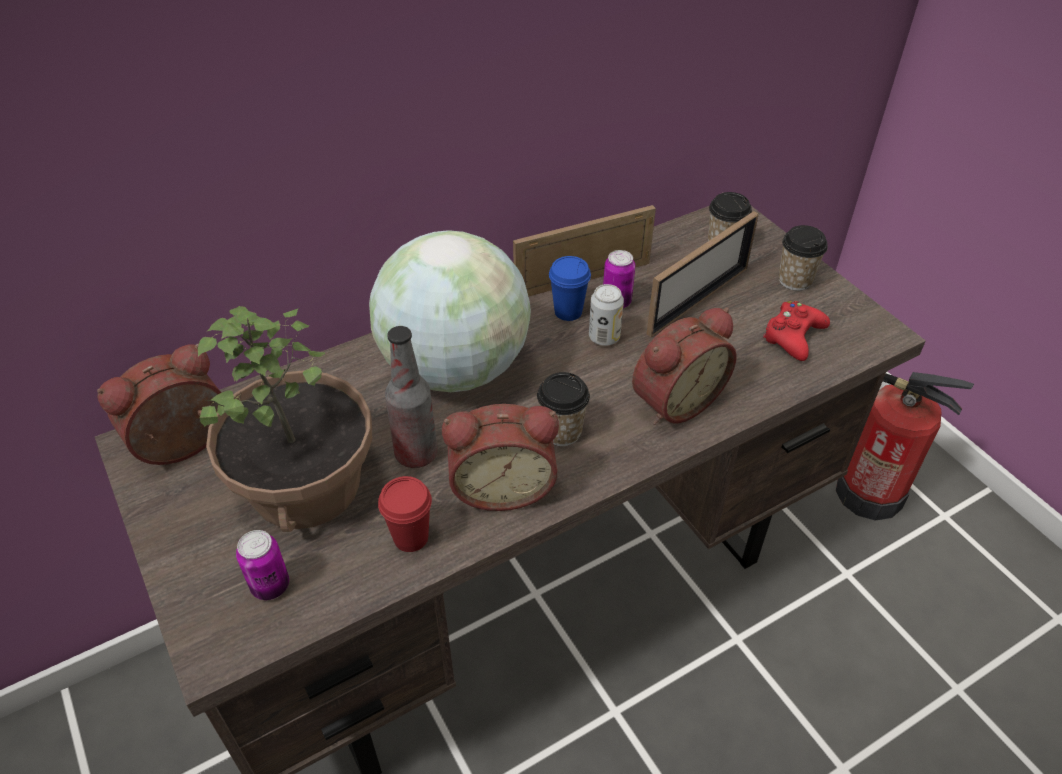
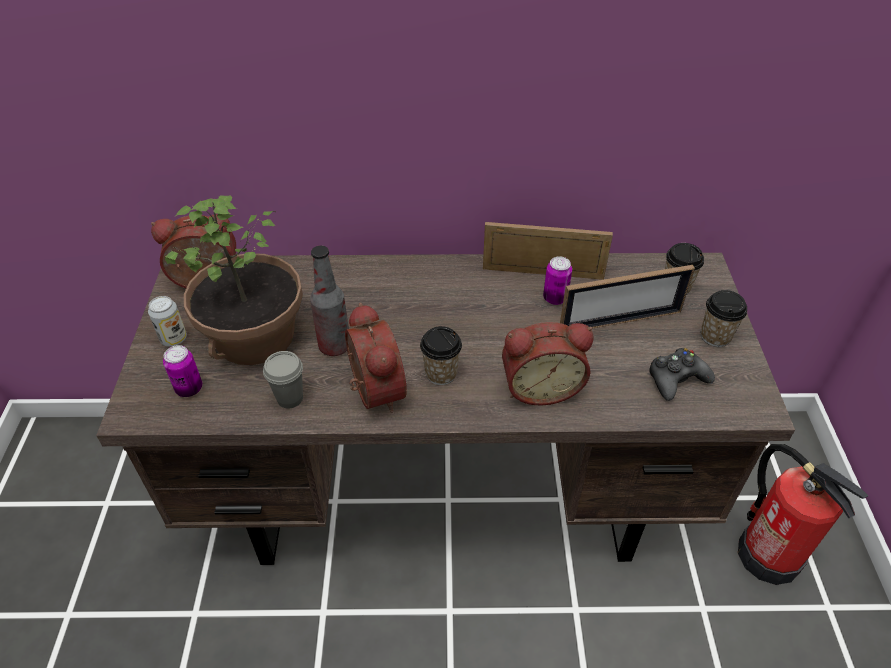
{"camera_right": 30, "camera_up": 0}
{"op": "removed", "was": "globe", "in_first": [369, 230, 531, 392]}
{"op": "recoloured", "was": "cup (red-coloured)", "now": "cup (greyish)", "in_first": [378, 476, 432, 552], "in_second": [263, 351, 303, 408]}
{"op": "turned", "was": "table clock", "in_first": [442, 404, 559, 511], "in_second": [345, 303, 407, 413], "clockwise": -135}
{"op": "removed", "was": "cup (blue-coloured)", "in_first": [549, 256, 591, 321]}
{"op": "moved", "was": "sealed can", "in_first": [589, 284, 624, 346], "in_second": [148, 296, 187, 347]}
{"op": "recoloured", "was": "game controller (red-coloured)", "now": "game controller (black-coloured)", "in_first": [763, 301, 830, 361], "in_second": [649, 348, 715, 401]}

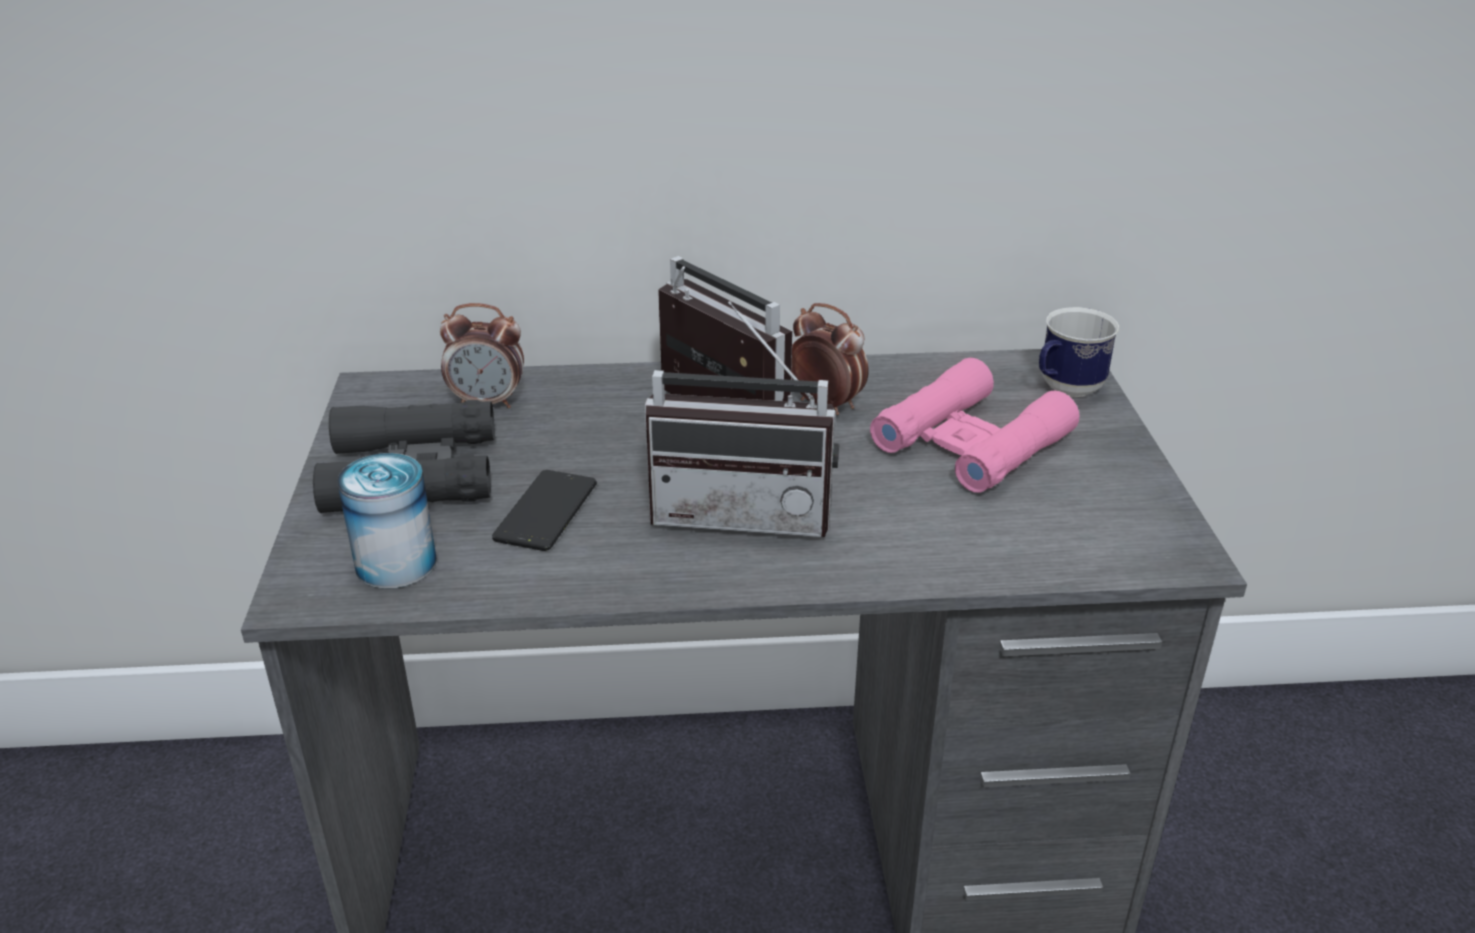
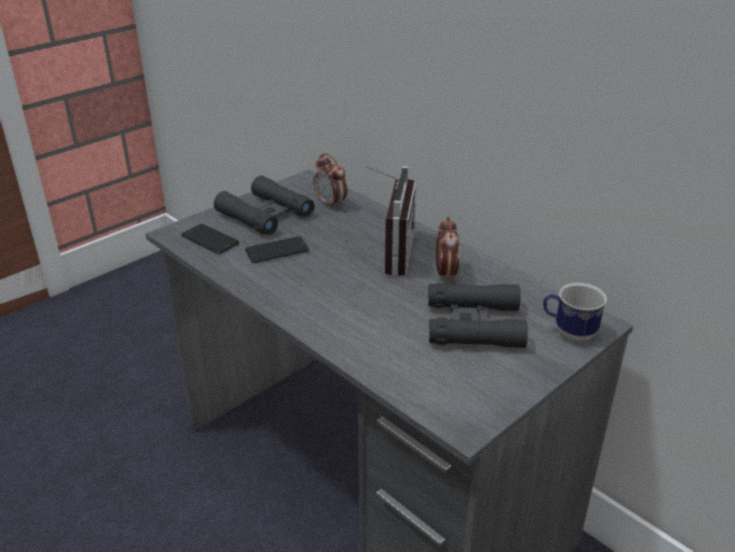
{"camera_right": 50, "camera_up": 0}
{"op": "replaced", "was": "sealed can", "now": "telephone", "in_first": [337, 453, 437, 589], "in_second": [181, 224, 239, 254]}
{"op": "removed", "was": "radio receiver", "in_first": [645, 301, 839, 537]}
{"op": "recoloured", "was": "binoculars (pinkish)", "now": "binoculars (black-coloured)", "in_first": [870, 358, 1079, 493], "in_second": [428, 283, 528, 348]}

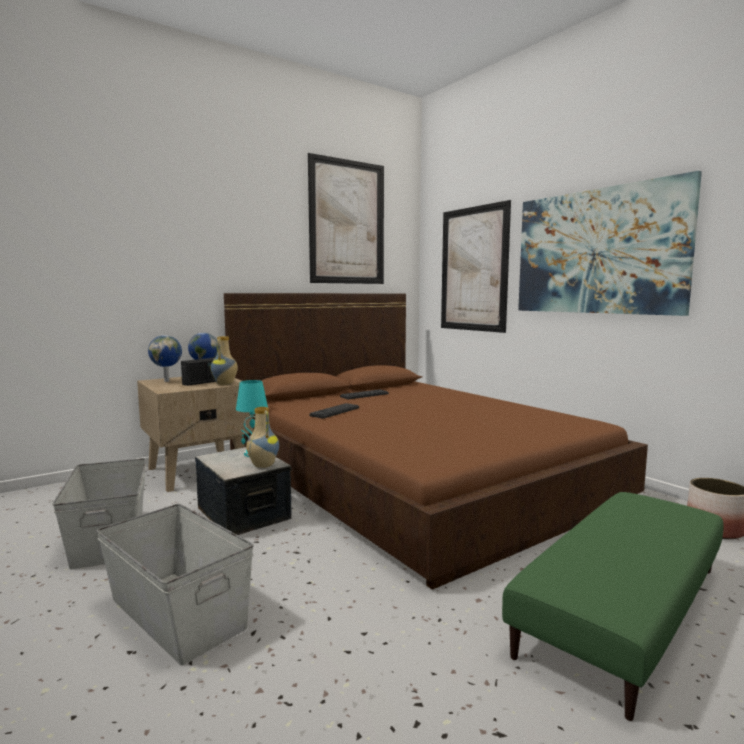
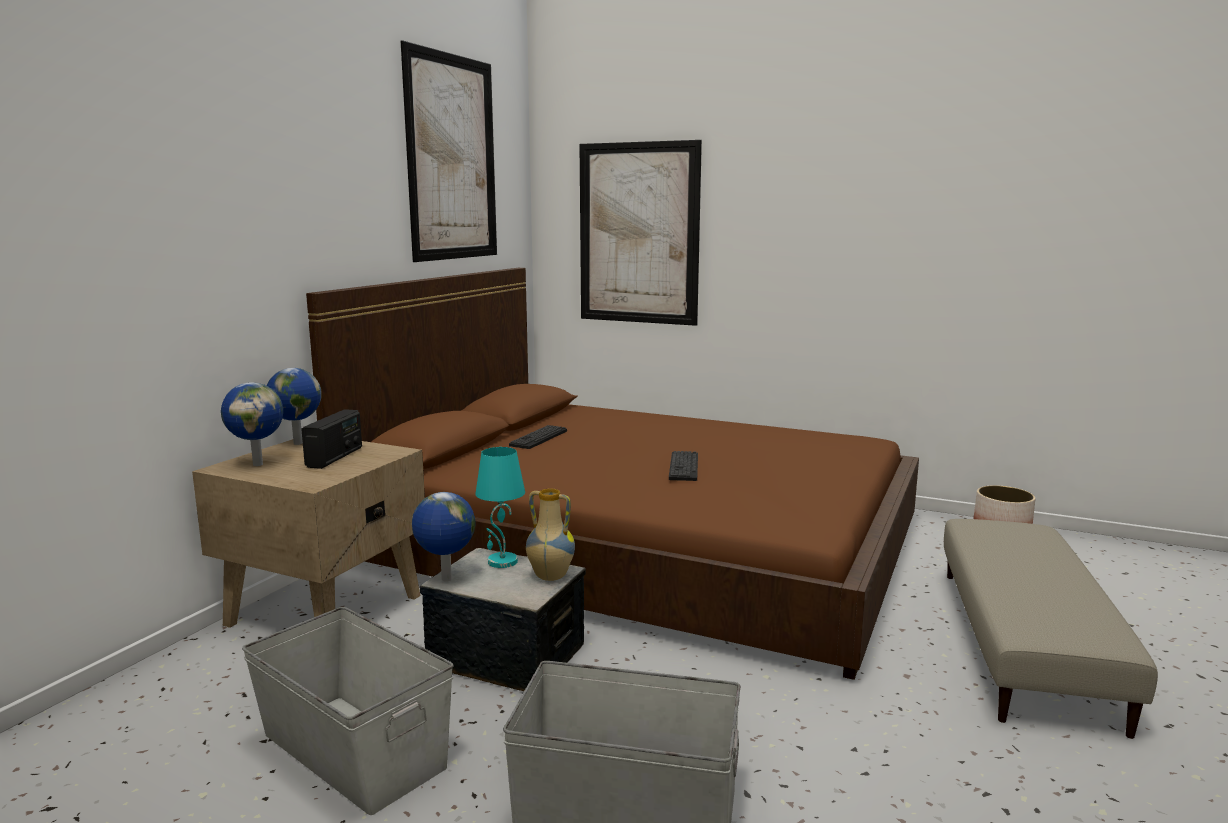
{"camera_right": -30, "camera_up": 5}
{"op": "removed", "was": "flower vase", "in_first": [211, 336, 238, 385]}
{"op": "moved", "was": "computer keyboard", "in_first": [309, 403, 359, 419], "in_second": [669, 451, 698, 481]}
{"op": "recoloured", "was": "footrest (greenish)", "now": "footrest (beige)", "in_first": [502, 492, 724, 721], "in_second": [944, 519, 1158, 739]}
{"op": "removed", "was": "picture", "in_first": [518, 171, 702, 316]}
{"op": "added", "now": "globe", "in_second": [412, 492, 475, 582]}

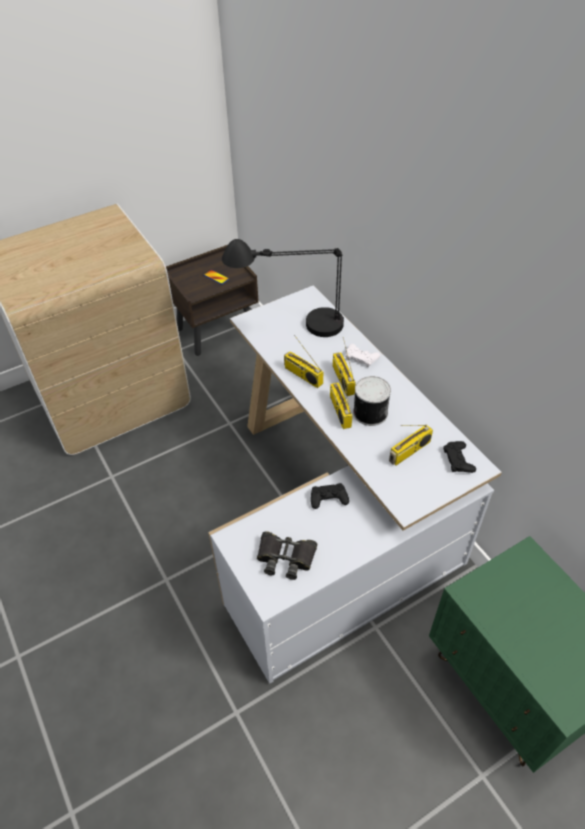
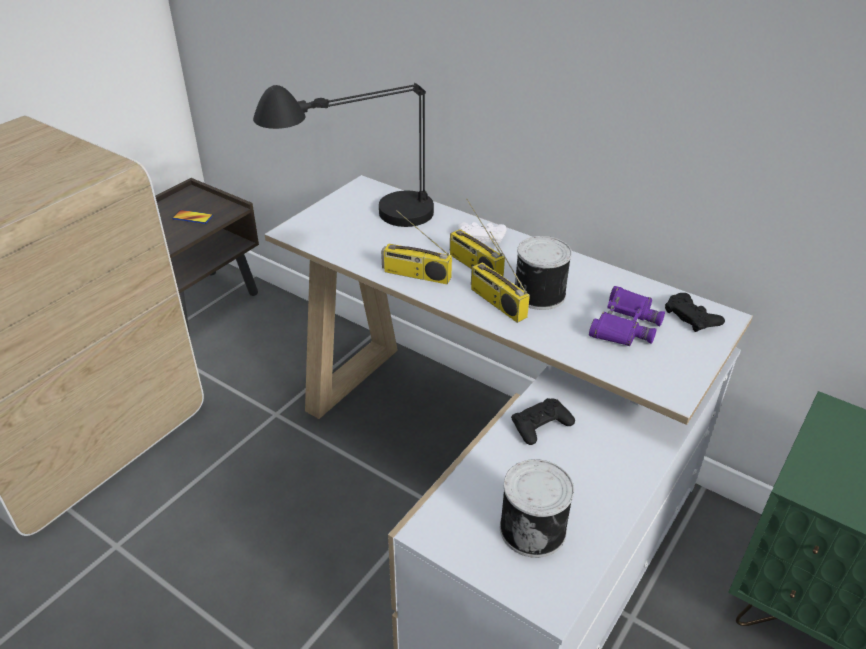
{"camera_right": -25, "camera_up": -10}
{"op": "replaced", "was": "binoculars (black-coloured)", "now": "sealed can", "in_first": [257, 531, 317, 580], "in_second": [500, 459, 574, 558]}
{"op": "replaced", "was": "radio receiver", "now": "binoculars (purplish)", "in_first": [389, 425, 433, 465], "in_second": [589, 286, 665, 346]}

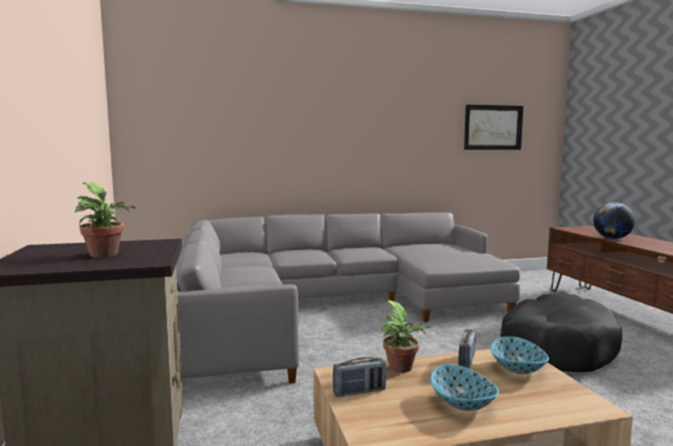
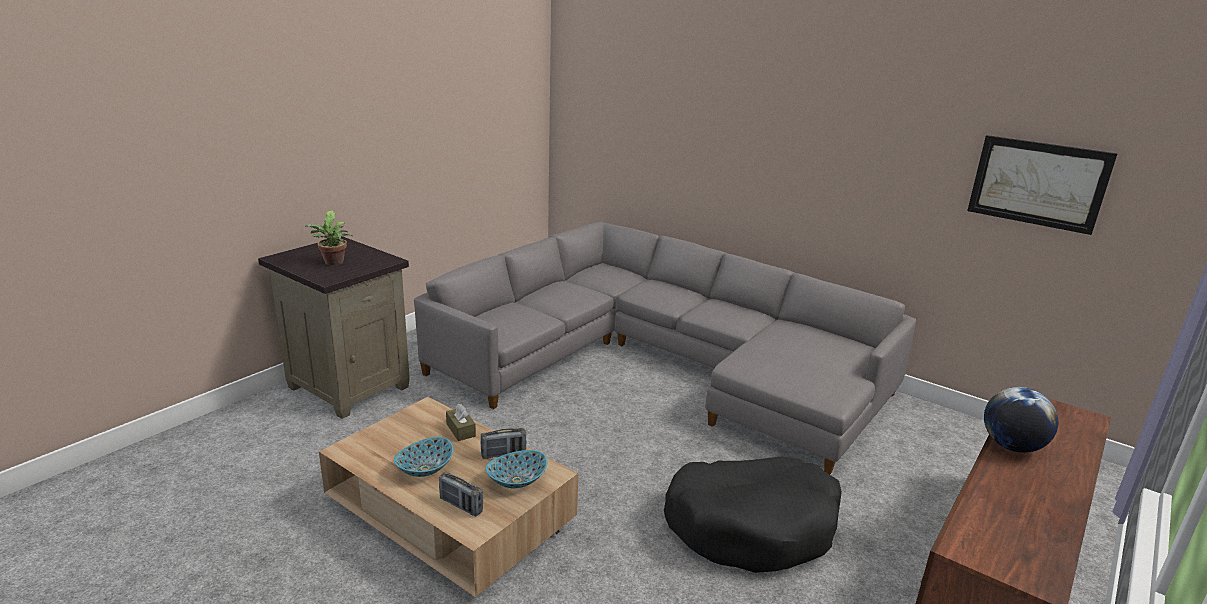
{"camera_right": 50, "camera_up": 15}
{"op": "moved", "was": "radio receiver", "in_first": [333, 357, 387, 397], "in_second": [439, 472, 483, 517]}
{"op": "replaced", "was": "potted plant", "now": "tissue box (brown-coloured)", "in_first": [381, 300, 431, 373], "in_second": [446, 404, 476, 441]}

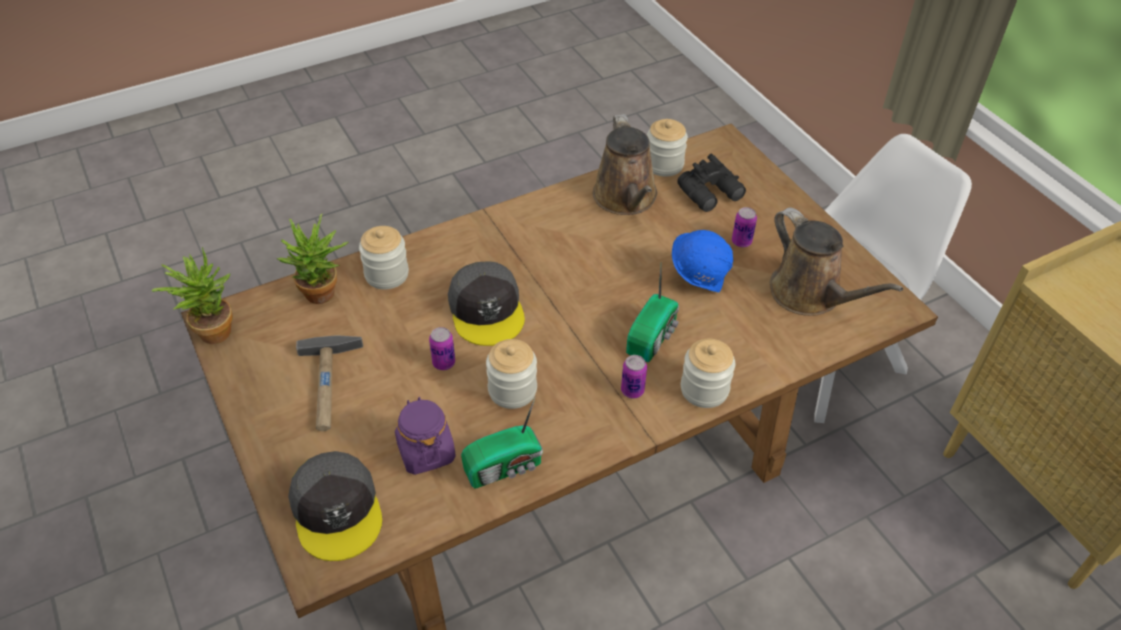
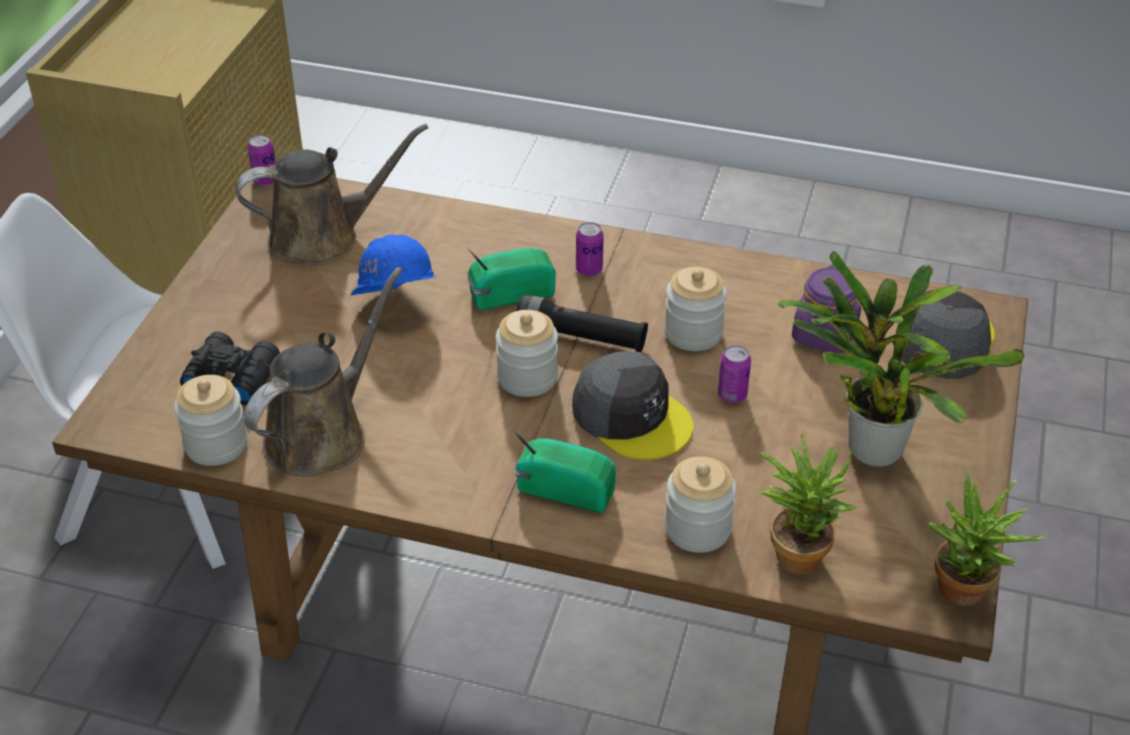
{"camera_right": -135, "camera_up": -5}
{"op": "replaced", "was": "tool hammer", "now": "potted plant", "in_first": [296, 335, 363, 431], "in_second": [777, 251, 1025, 467]}
{"op": "turned", "was": "baseball cap (greyish)", "in_first": [448, 261, 525, 346], "in_second": [572, 351, 693, 460], "clockwise": 105}
{"op": "moved", "was": "radio receiver", "in_first": [461, 396, 543, 489], "in_second": [507, 423, 616, 513]}
{"op": "moved", "was": "preserve jar", "in_first": [681, 339, 735, 408], "in_second": [496, 310, 558, 397]}
{"op": "moved", "was": "sealed can", "in_first": [732, 207, 757, 247], "in_second": [247, 135, 276, 186]}
{"op": "turned", "was": "watering can (brown-coloured)", "in_first": [770, 208, 903, 316], "in_second": [236, 124, 428, 266], "clockwise": 60}
{"op": "added", "now": "torch (black-coloured)", "in_second": [516, 295, 648, 352]}

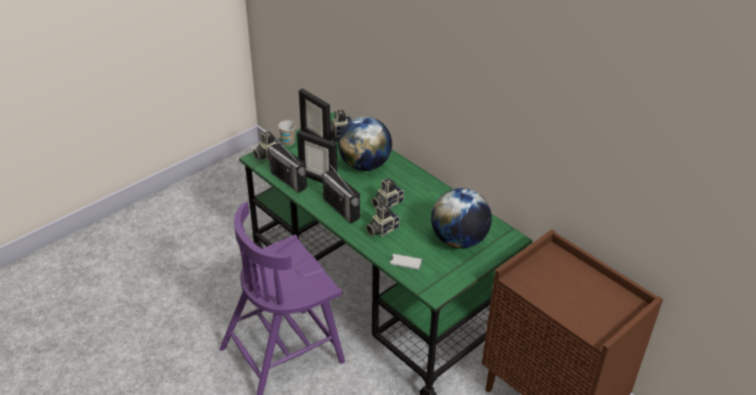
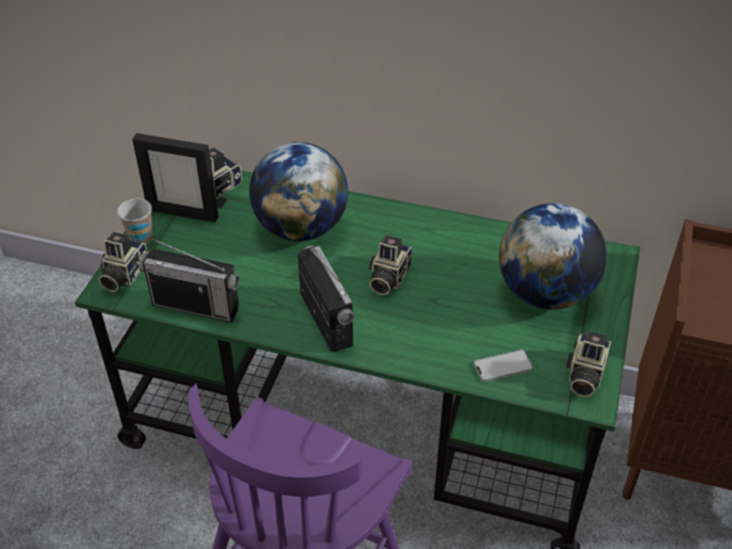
{"camera_right": -30, "camera_up": 5}
{"op": "removed", "was": "standing frame", "in_first": [297, 130, 337, 183]}
{"op": "turned", "was": "radio receiver", "in_first": [321, 163, 360, 224], "in_second": [298, 245, 354, 351], "clockwise": -135}
{"op": "moved", "was": "still camera", "in_first": [366, 204, 400, 236], "in_second": [566, 331, 611, 397]}

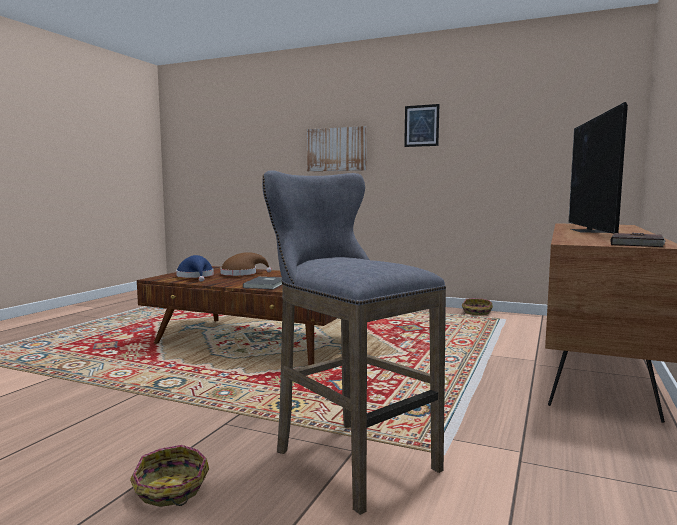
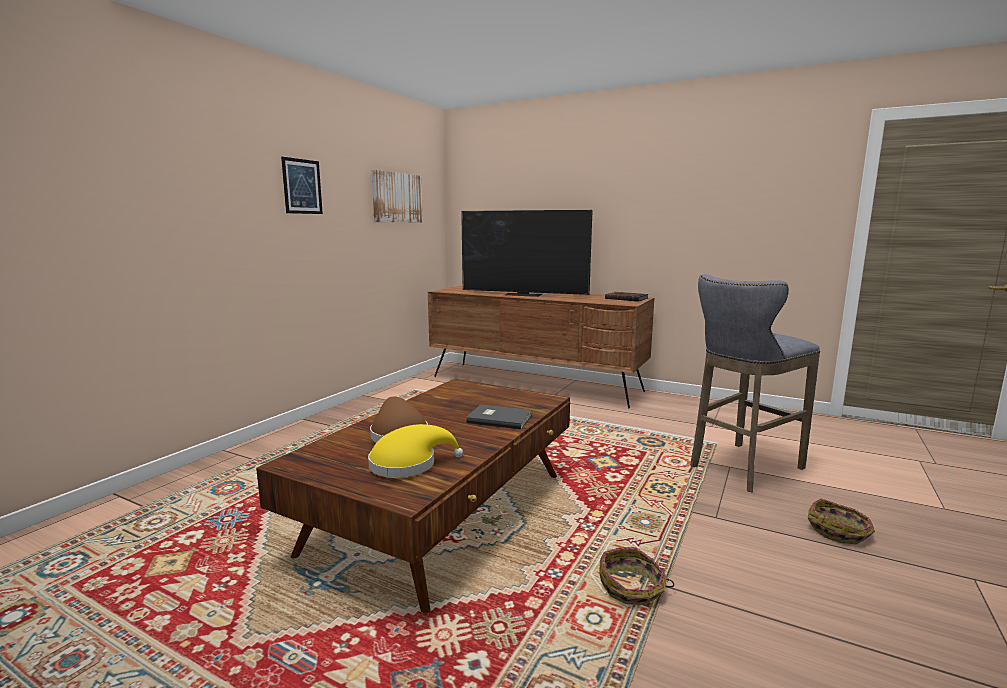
{"camera_right": -85, "camera_up": 5}
{"op": "recoloured", "was": "wearable hat (blue-coloured)", "now": "wearable hat (yellow-coloured)", "in_first": [176, 255, 214, 282], "in_second": [368, 424, 463, 478]}
{"op": "moved", "was": "picture", "in_first": [307, 126, 367, 171], "in_second": [372, 170, 423, 222]}
{"op": "moved", "was": "storage basket", "in_first": [462, 298, 493, 315], "in_second": [600, 547, 674, 605]}

